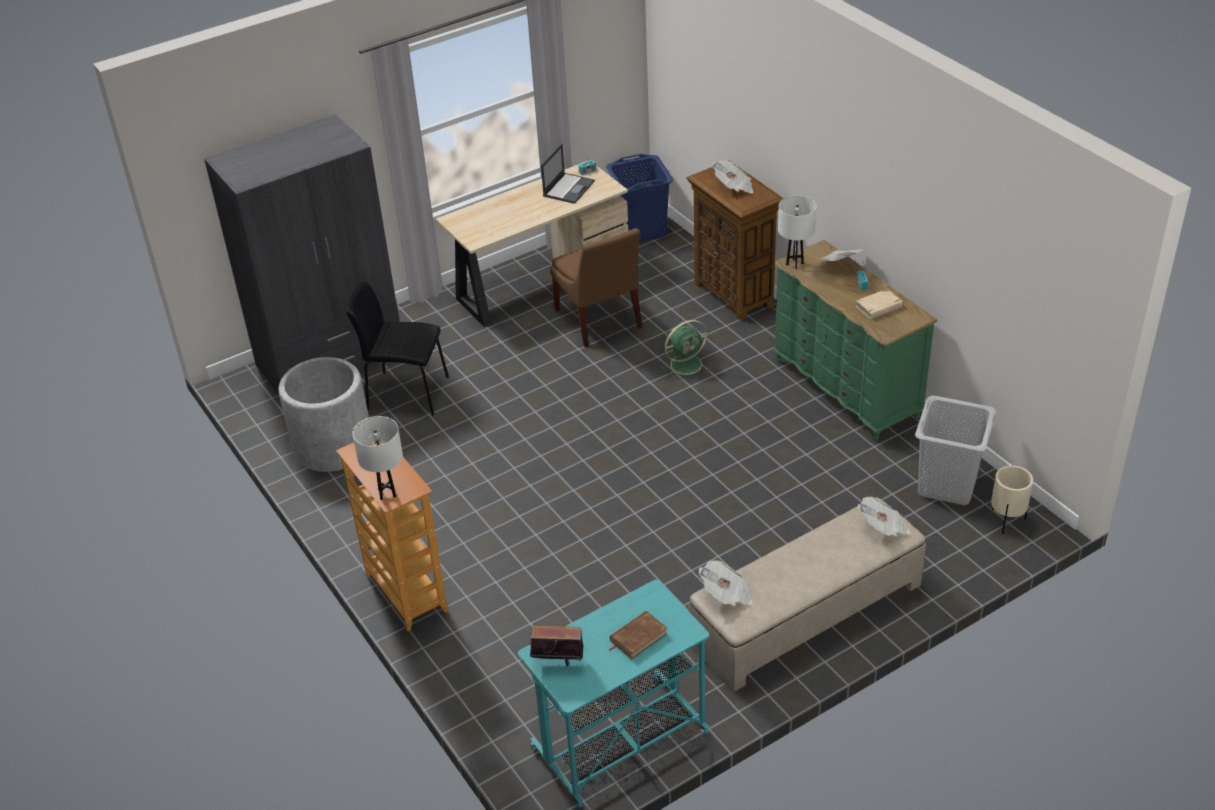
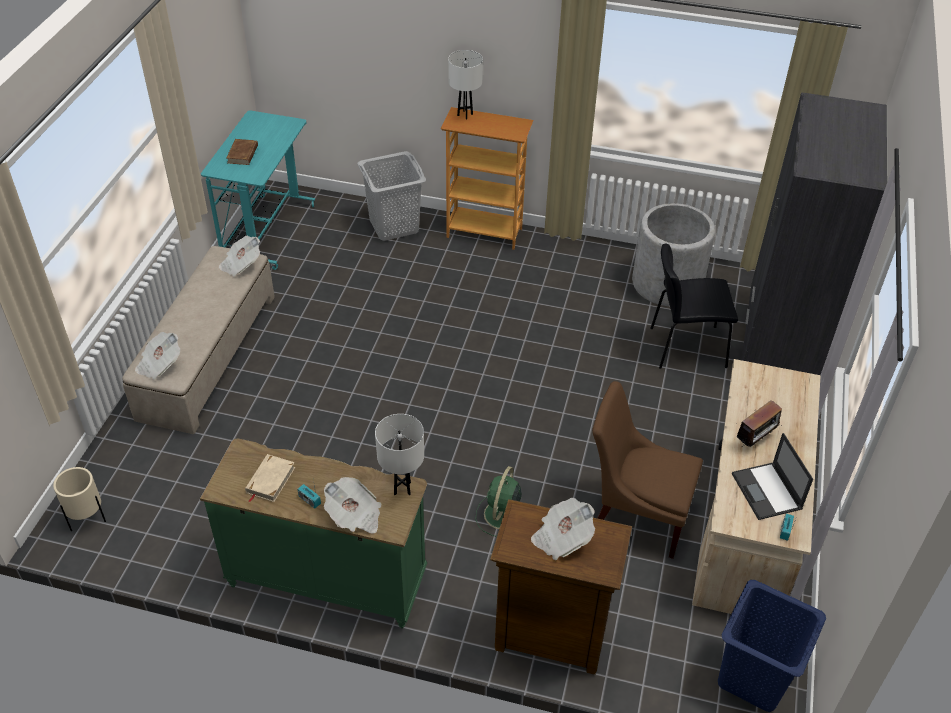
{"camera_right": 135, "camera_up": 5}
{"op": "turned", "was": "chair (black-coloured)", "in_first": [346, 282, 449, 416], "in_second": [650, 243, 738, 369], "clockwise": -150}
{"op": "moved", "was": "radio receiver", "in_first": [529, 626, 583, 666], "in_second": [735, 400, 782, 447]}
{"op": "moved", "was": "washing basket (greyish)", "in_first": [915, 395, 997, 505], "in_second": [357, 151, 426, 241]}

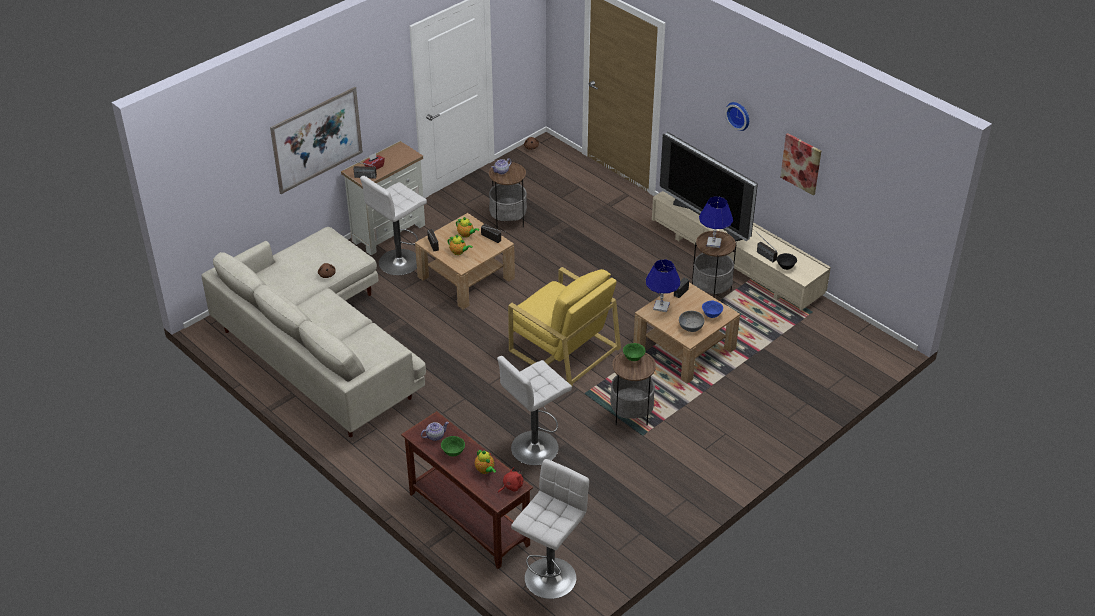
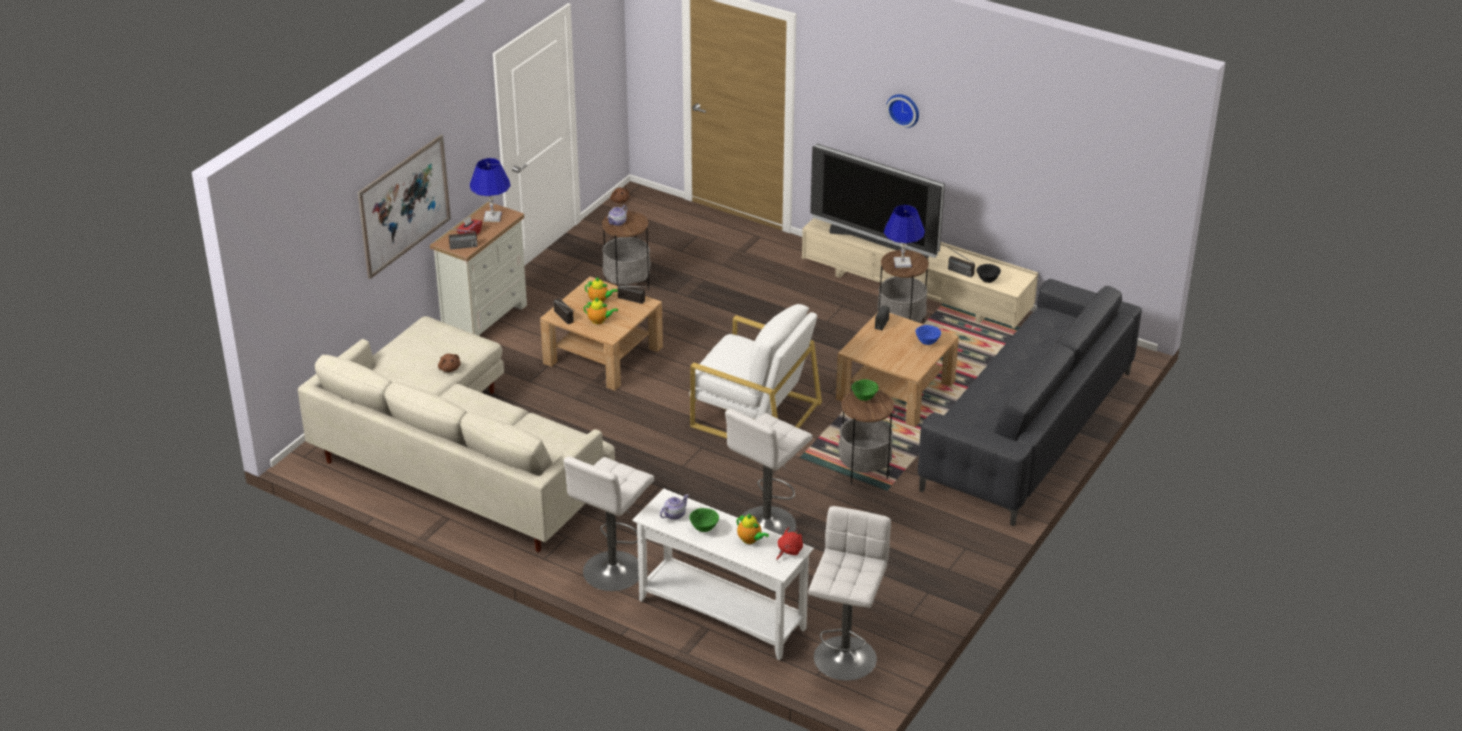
{"camera_right": -15, "camera_up": -5}
{"op": "moved", "was": "stool (white)", "in_first": [360, 176, 427, 275], "in_second": [563, 456, 654, 591]}
{"op": "recoloured", "was": "hall table (brown-coloured)", "now": "hall table (white)", "in_first": [401, 411, 533, 569], "in_second": [632, 488, 814, 661]}
{"op": "recoloured", "was": "easy chair (yellow-coloured)", "now": "easy chair (white)", "in_first": [508, 267, 621, 386], "in_second": [689, 304, 822, 439]}
{"op": "moved", "was": "tabletop lamp (blue-coloured)", "in_first": [646, 259, 680, 312], "in_second": [470, 158, 511, 222]}
{"op": "removed", "was": "deep dish (greyish)", "in_first": [679, 311, 704, 332]}
{"op": "removed", "was": "picture", "in_first": [780, 133, 821, 195]}
{"op": "added", "now": "couch (greyish)", "in_second": [918, 279, 1142, 526]}

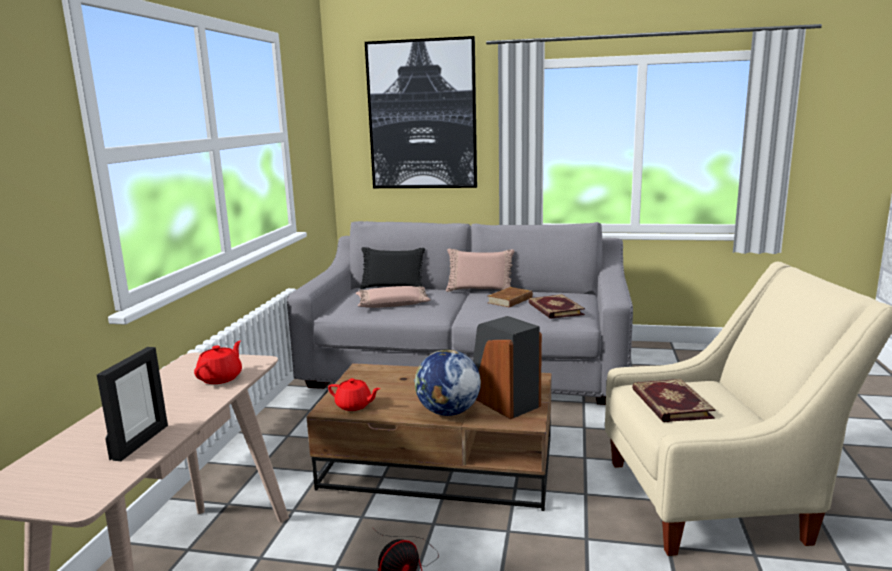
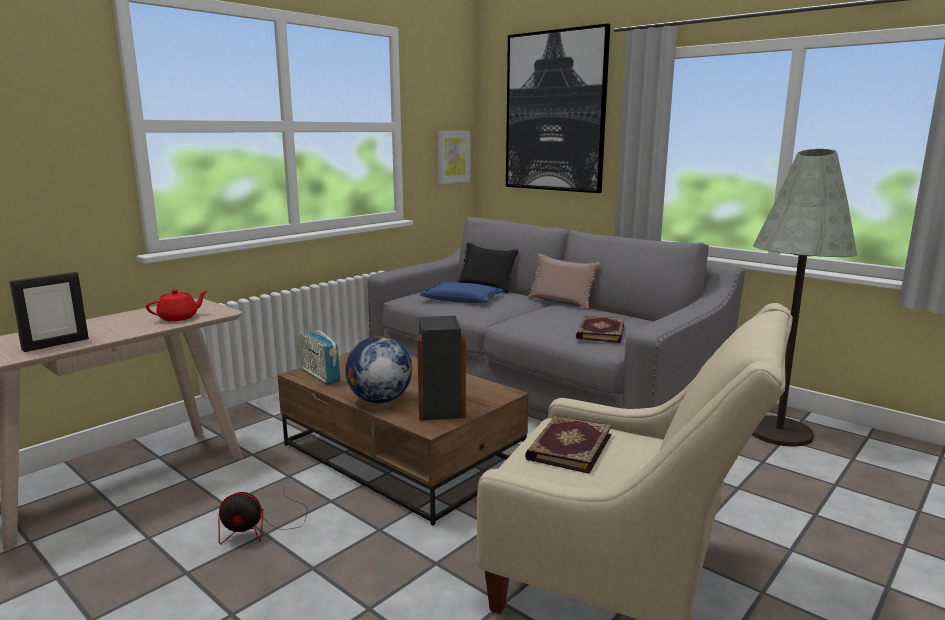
{"camera_right": 30, "camera_up": 0}
{"op": "replaced", "was": "tea pot (red-coloured)", "now": "radio receiver", "in_first": [328, 378, 381, 411], "in_second": [300, 325, 341, 385]}
{"op": "recoloured", "was": "cushion (beige)", "now": "cushion (blue-coloured)", "in_first": [356, 286, 431, 308], "in_second": [420, 282, 503, 303]}
{"op": "removed", "was": "volume (brown-coloured)", "in_first": [488, 287, 533, 307]}
{"op": "added", "now": "picture", "in_second": [437, 131, 471, 184]}
{"op": "added", "now": "standing lamp (greyish)", "in_second": [752, 149, 857, 447]}

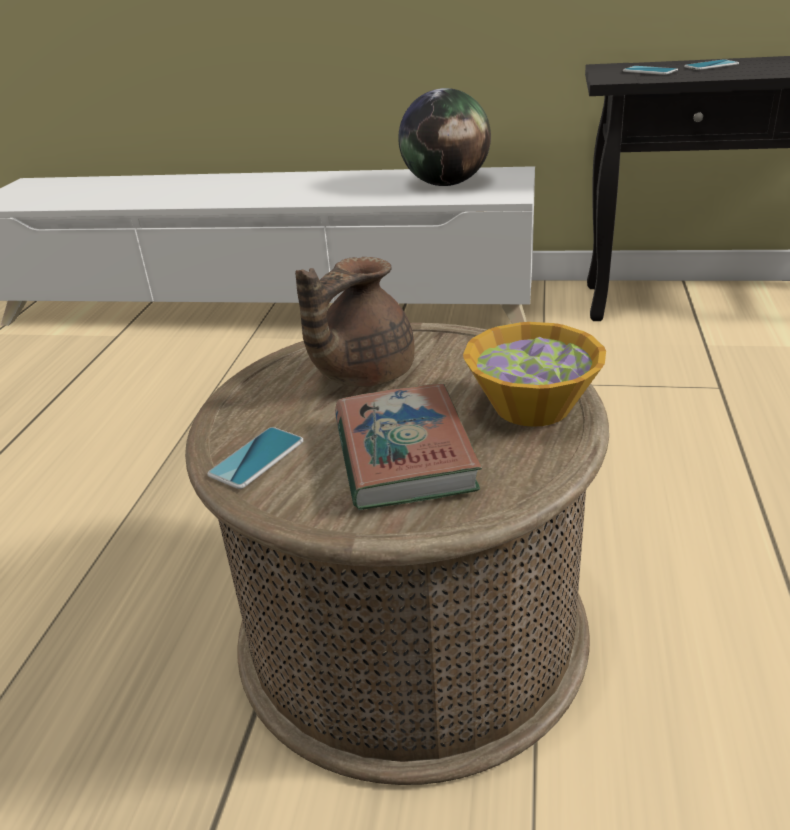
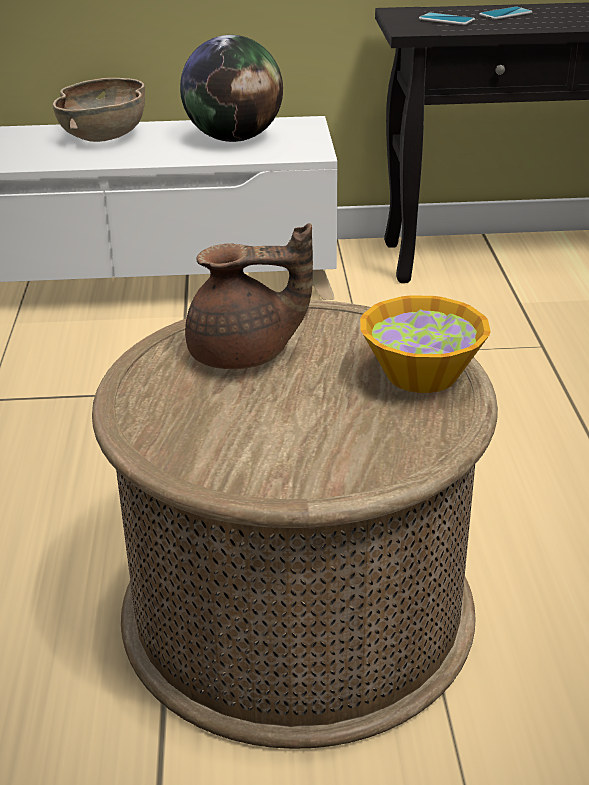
{"camera_right": -15, "camera_up": 0}
{"op": "removed", "was": "telephone", "in_first": [207, 427, 304, 489]}
{"op": "turned", "was": "tea pot (brown-coloured)", "in_first": [295, 257, 415, 387], "in_second": [185, 223, 313, 369], "clockwise": -120}
{"op": "removed", "was": "volume", "in_first": [335, 384, 482, 510]}
{"op": "added", "now": "deep dish (brown-coloured)", "in_second": [53, 78, 145, 142]}

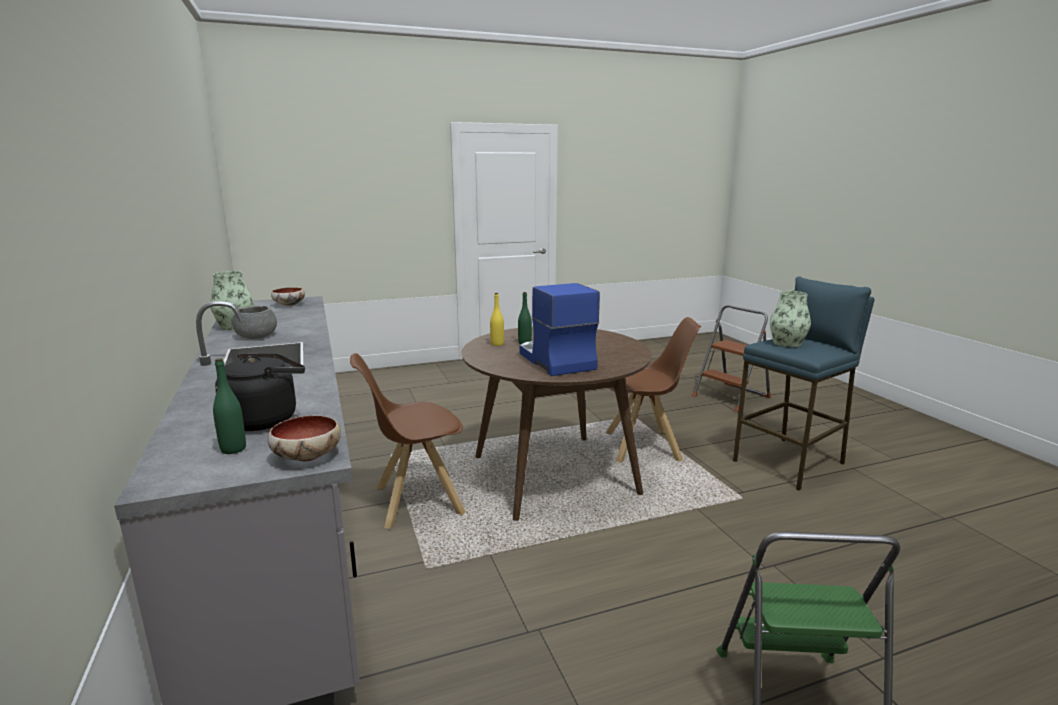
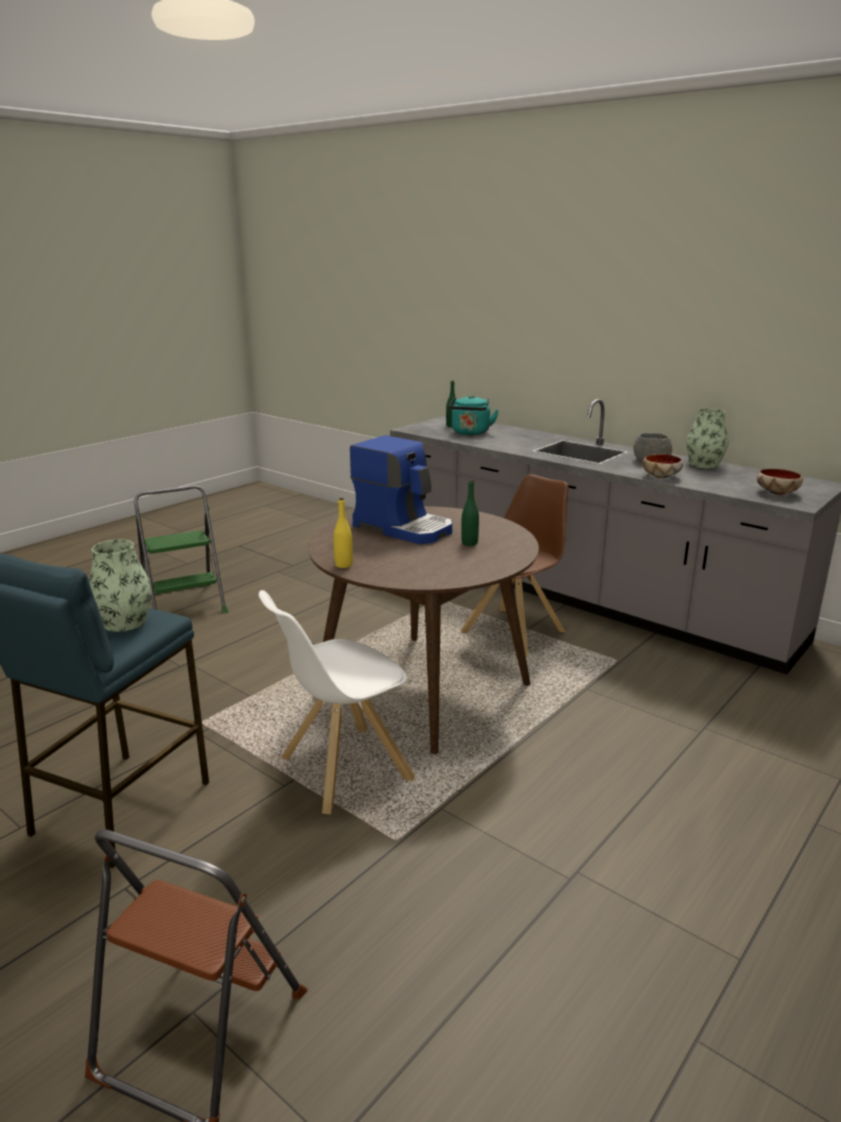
{"camera_right": 150, "camera_up": 5}
{"op": "recoloured", "was": "tea kettle (black-coloured)", "now": "tea kettle (turquoise)", "in_first": [215, 353, 305, 431], "in_second": [449, 395, 499, 435]}
{"op": "moved", "was": "deep dish", "in_first": [268, 416, 341, 461], "in_second": [643, 454, 683, 478]}
{"op": "moved", "was": "drink bottle (yellow-coloured)", "in_first": [490, 293, 504, 346], "in_second": [333, 498, 353, 568]}
{"op": "recoloured", "was": "chair (brown-coloured)", "now": "chair (white)", "in_first": [606, 317, 701, 463], "in_second": [259, 590, 415, 814]}

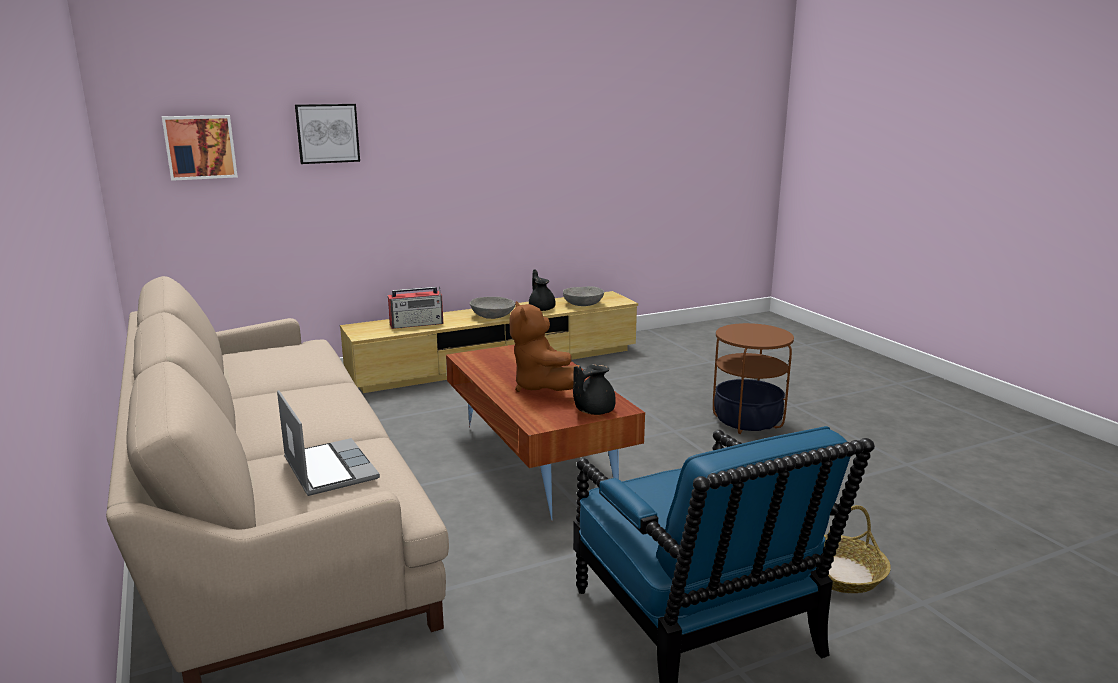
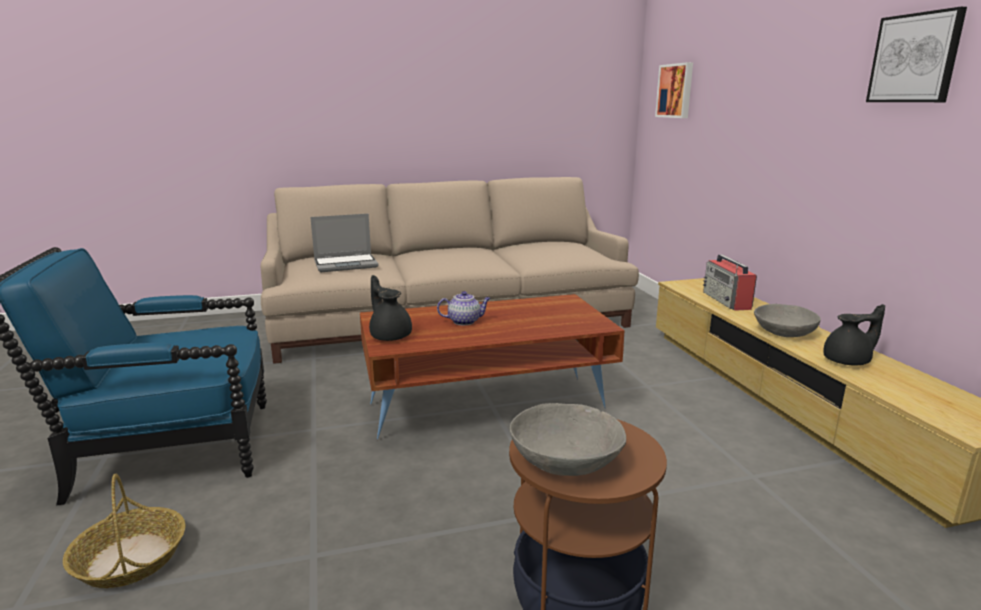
{"camera_right": 100, "camera_up": 0}
{"op": "moved", "was": "picture", "in_first": [295, 104, 360, 164], "in_second": [866, 7, 967, 102]}
{"op": "replaced", "was": "cuddly toy (brown-coloured)", "now": "tea pot", "in_first": [509, 301, 580, 392], "in_second": [437, 291, 491, 325]}
{"op": "moved", "was": "deep dish (greyish)", "in_first": [563, 286, 604, 306], "in_second": [510, 403, 626, 476]}

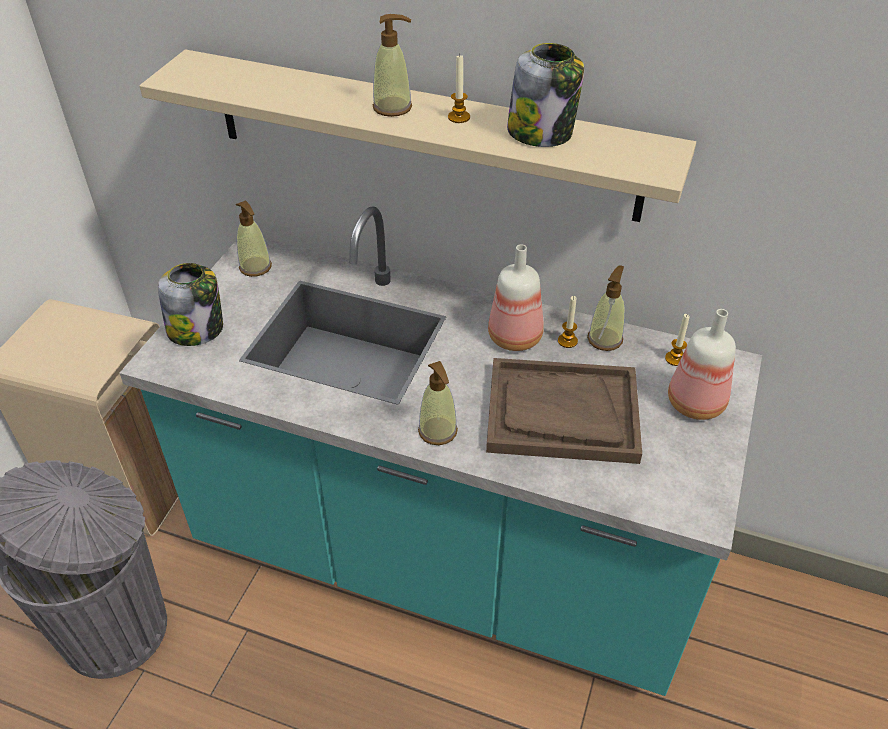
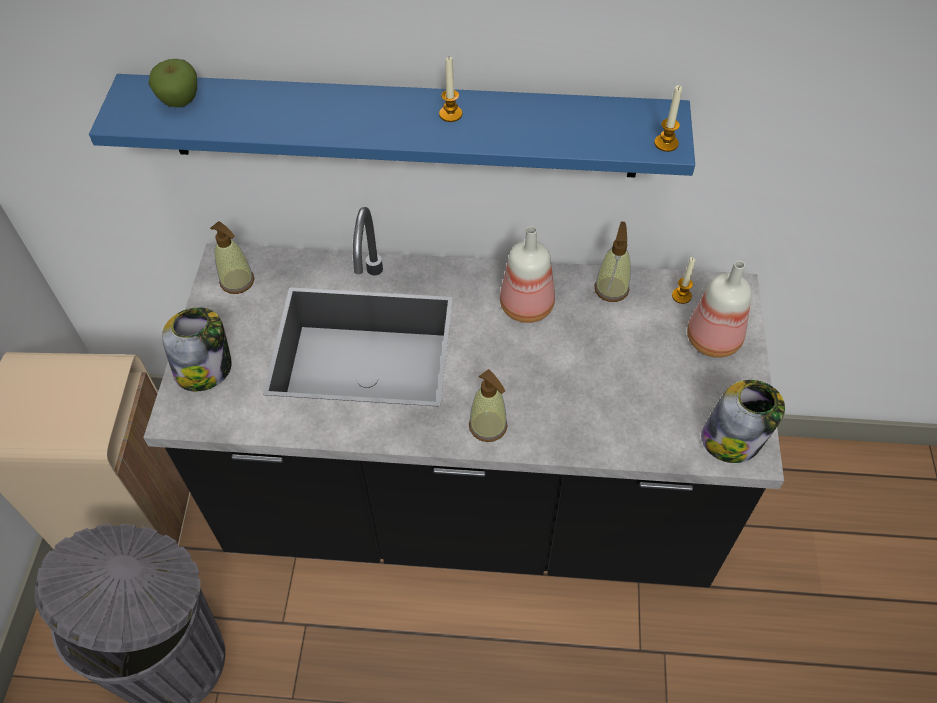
{"camera_right": -15, "camera_up": 10}
{"op": "recoloured", "was": "counter (turquoise)", "now": "counter (black-coloured)", "in_first": [120, 206, 762, 696], "in_second": [143, 207, 784, 588]}
{"op": "recoloured", "was": "bracket shelf (beige)", "now": "bracket shelf (blue-coloured)", "in_first": [139, 49, 696, 222], "in_second": [89, 74, 695, 178]}
{"op": "removed", "was": "soap bottle", "in_first": [373, 14, 412, 117]}
{"op": "removed", "was": "carrying tray (brown-coloured)", "in_first": [486, 358, 642, 464]}
{"op": "moved", "was": "preserve jar", "in_first": [507, 43, 584, 147], "in_second": [701, 380, 785, 463]}
{"op": "moved", "was": "wax candle", "in_first": [558, 296, 578, 348], "in_second": [654, 85, 682, 152]}
{"op": "added", "now": "whole apple", "in_second": [149, 59, 197, 107]}

